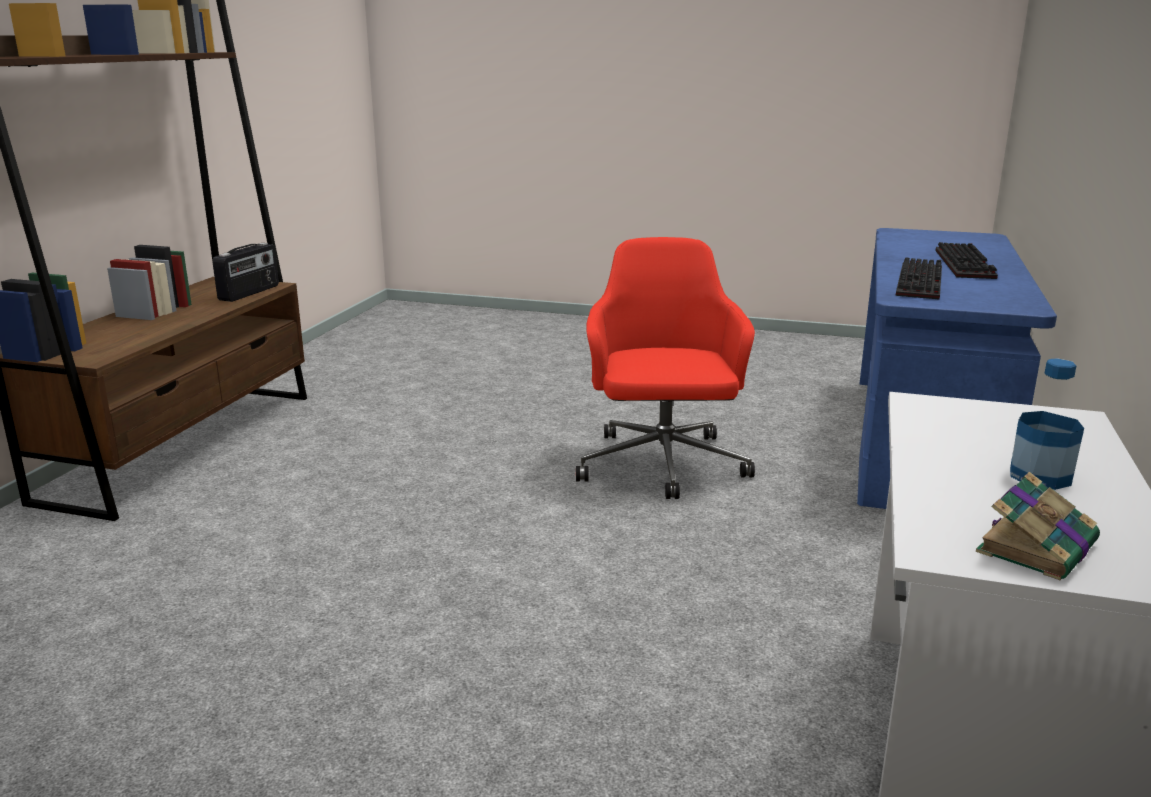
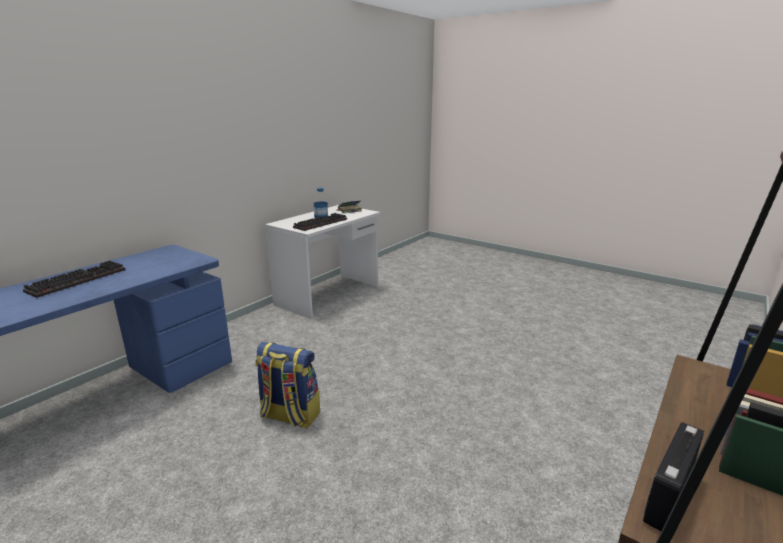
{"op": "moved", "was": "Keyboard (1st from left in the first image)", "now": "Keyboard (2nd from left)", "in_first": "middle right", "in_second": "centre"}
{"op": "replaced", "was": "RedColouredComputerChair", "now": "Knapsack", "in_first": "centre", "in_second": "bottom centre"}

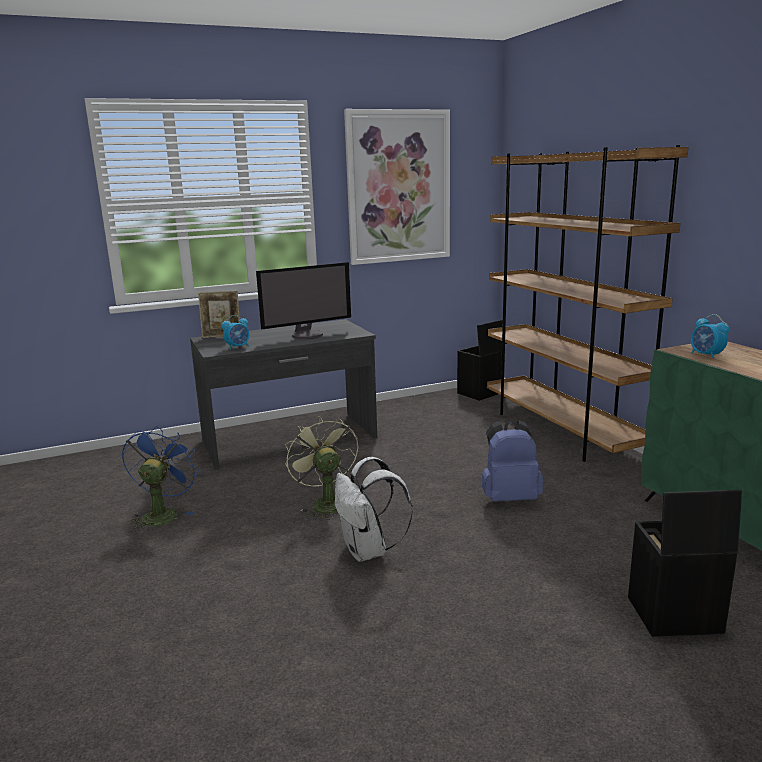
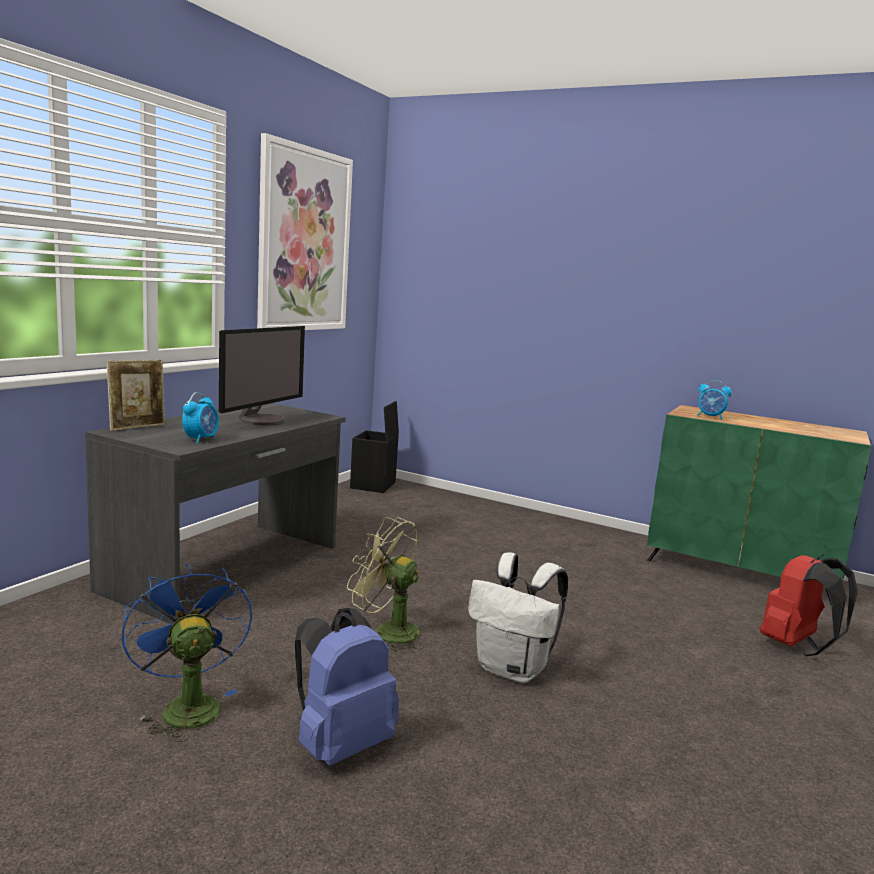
{"op": "removed", "was": "BrownBookshelf", "in_first": "middle right"}
{"op": "moved", "was": "BlueColouredKnapsack", "in_first": "middle right", "in_second": "bottom centre"}
{"op": "replaced", "was": "BlackishStorageBin (2nd from left)", "now": "RedColouredKnapsack", "in_first": "bottom right", "in_second": "bottom right"}

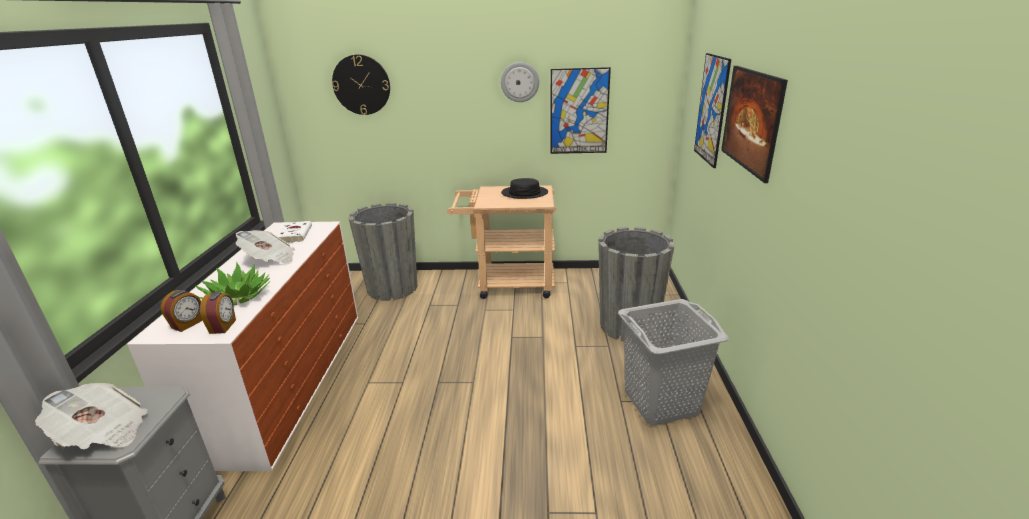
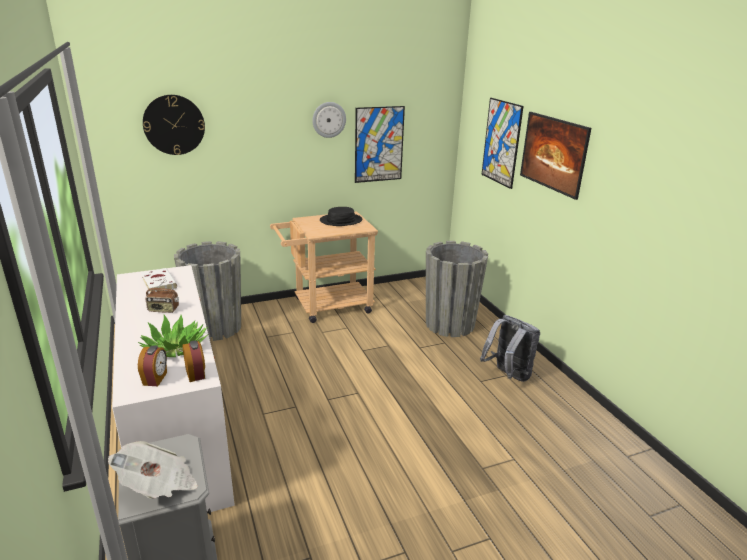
{"op": "replaced", "was": "PrintedPaper (2nd from left)", "now": "RadioSet", "in_first": "middle left", "in_second": "middle left"}
{"op": "replaced", "was": "GreyishWashingBasket", "now": "GreyishKnapsack", "in_first": "bottom centre", "in_second": "middle right"}

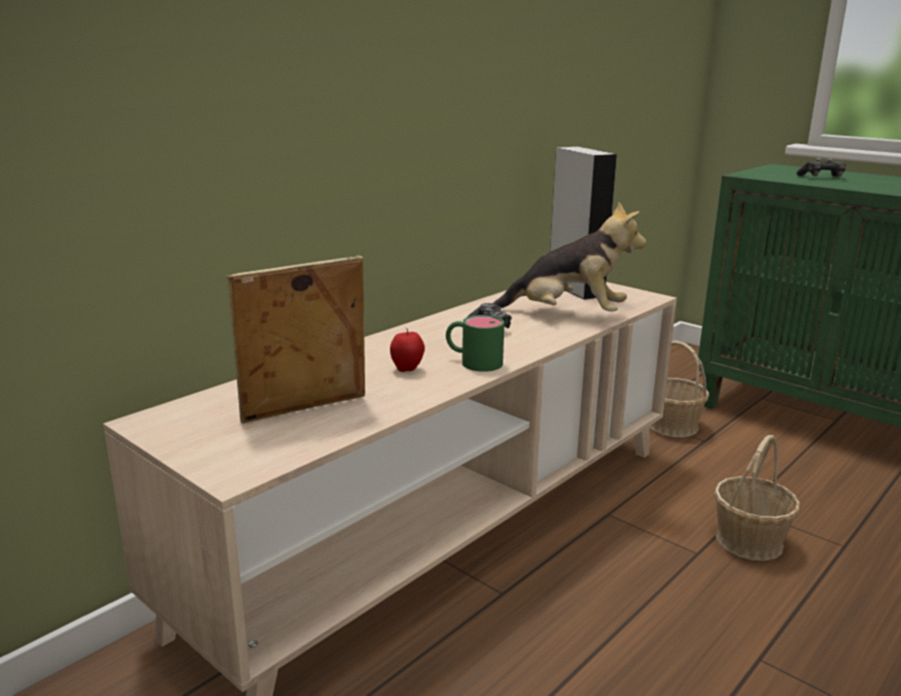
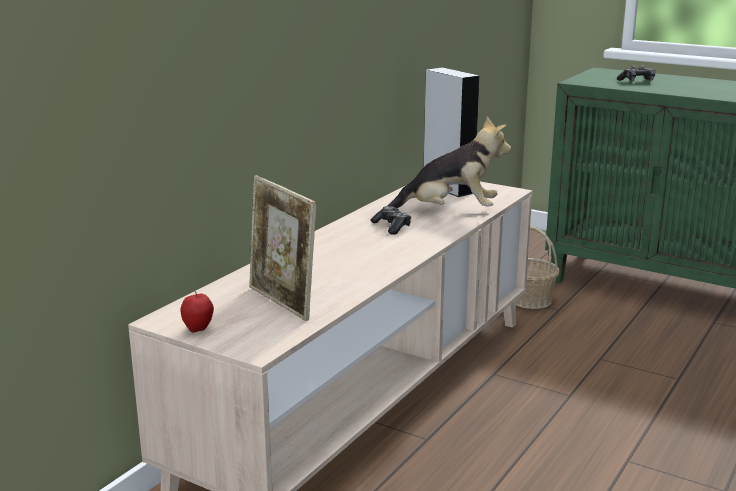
{"op": "removed", "was": "GreenishMug", "in_first": "centre"}
{"op": "removed", "was": "HouseholdBasket (2nd from left)", "in_first": "bottom right"}
{"op": "moved", "was": "Apple", "in_first": "centre", "in_second": "middle left"}
{"op": "turned", "was": "StandingFrame", "in_first": "middle left", "in_second": "centre", "clockwise": -90}

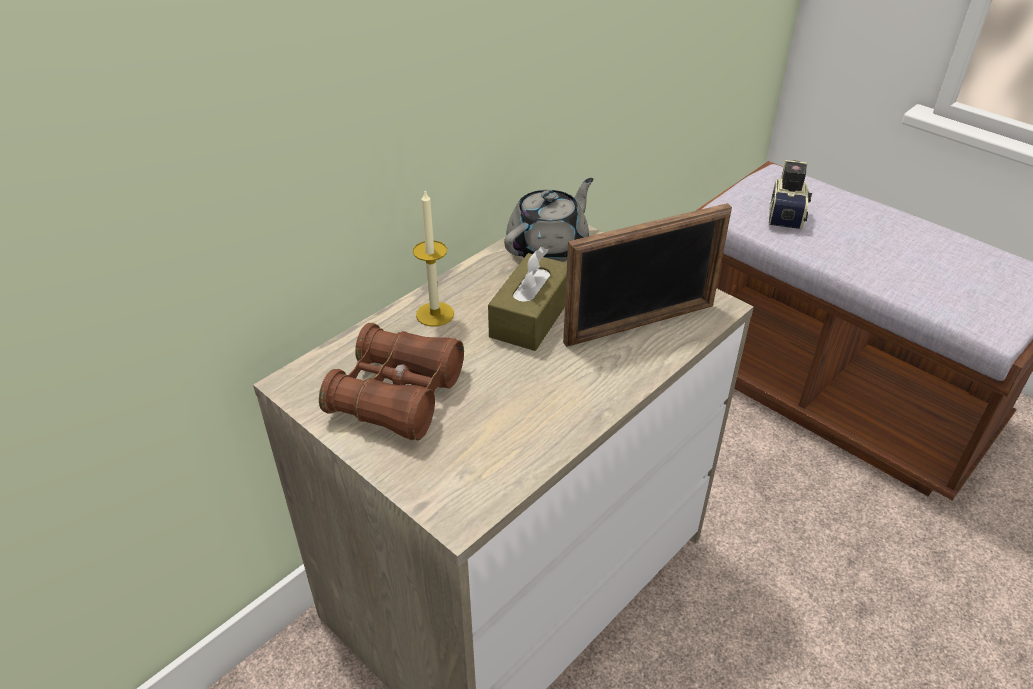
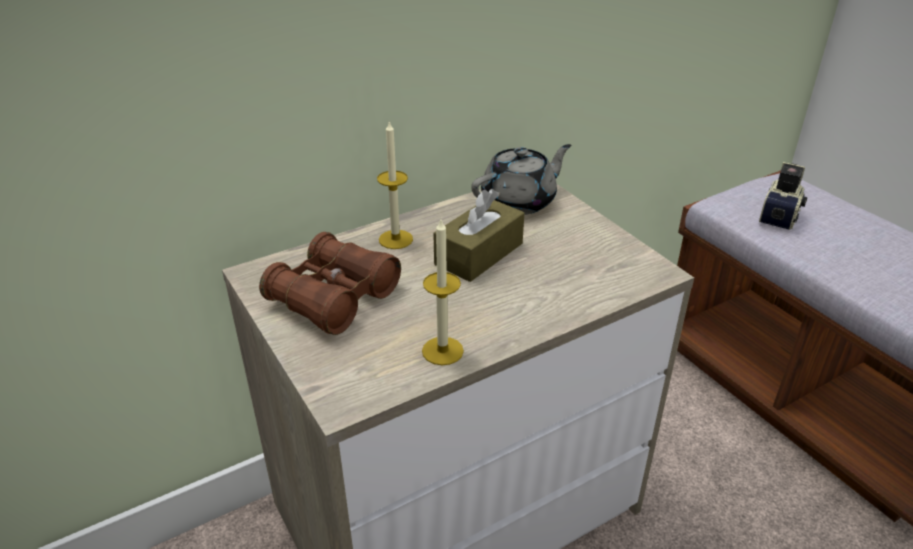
{"op": "removed", "was": "StandingFrame", "in_first": "centre"}
{"op": "added", "now": "WaxLight (2nd from left)", "in_second": "centre"}

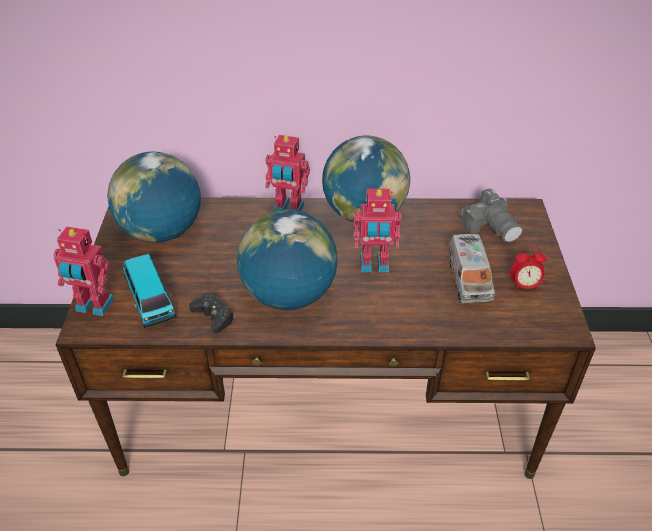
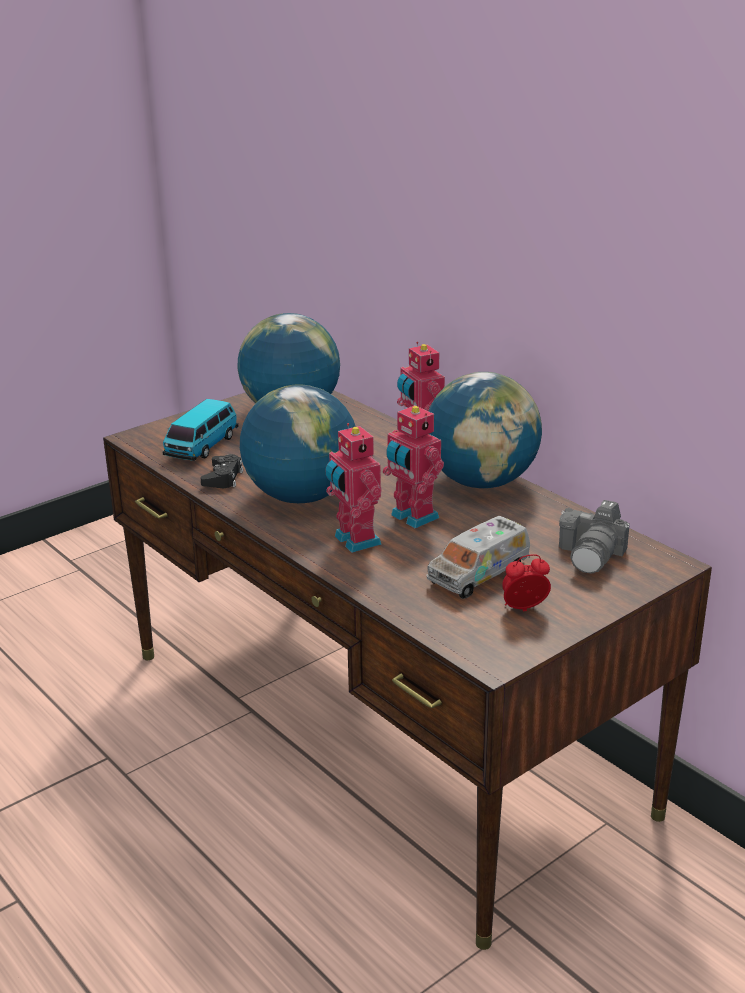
{"op": "moved", "was": "RobotFigure (1st from left)", "in_first": "middle left", "in_second": "centre"}
{"op": "turned", "was": "TableClock", "in_first": "middle right", "in_second": "middle right", "clockwise": 120}

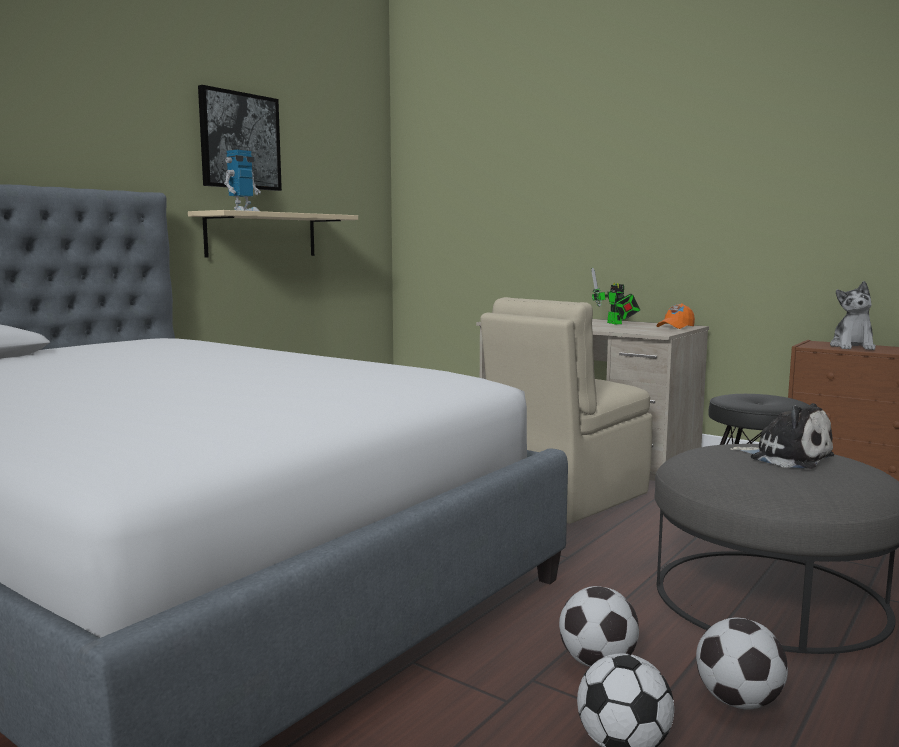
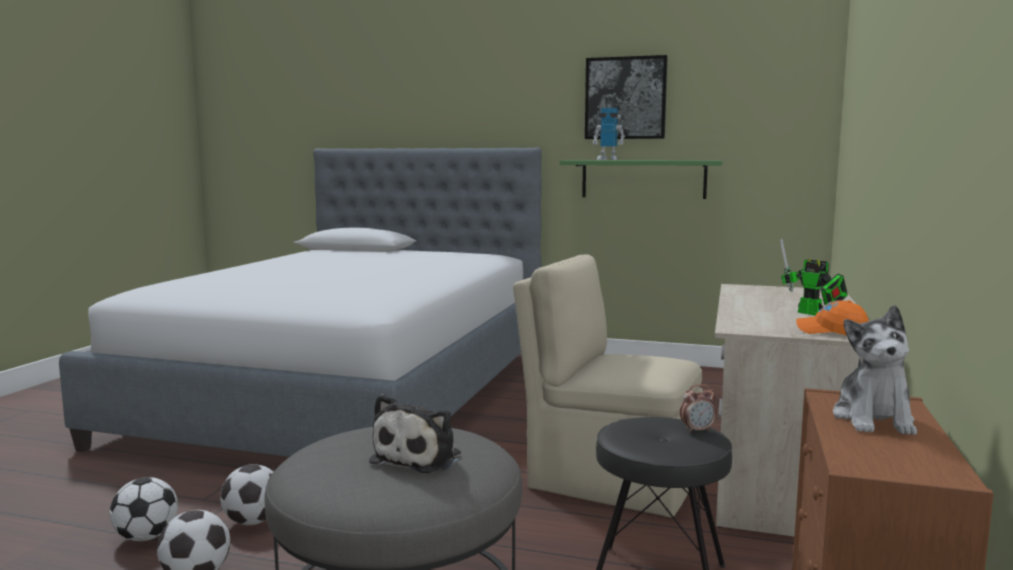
{"op": "added", "now": "TableClock", "in_second": "bottom right"}
{"op": "recoloured", "was": "BeigeWallShelf", "now": "GreenishWallShelf", "in_first": "top left", "in_second": "top centre"}
{"op": "turned", "was": "RobotFigure (2nd from left)", "in_first": "middle right", "in_second": "middle right", "clockwise": -90}
{"op": "turned", "was": "SoftToy (2nd from left)", "in_first": "middle right", "in_second": "middle right", "clockwise": -75}

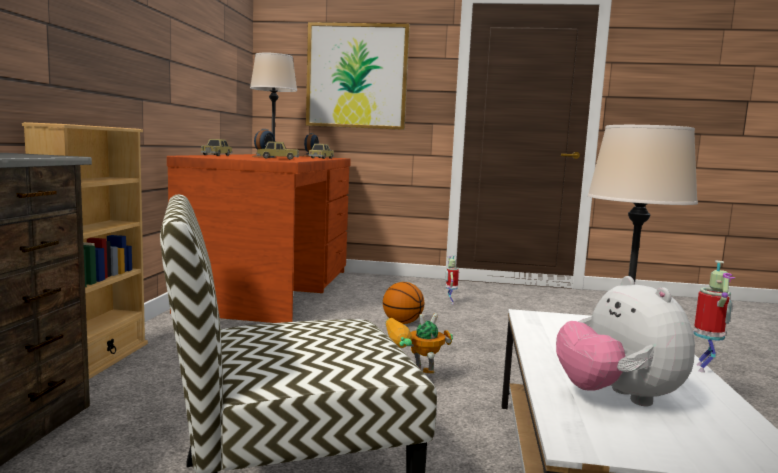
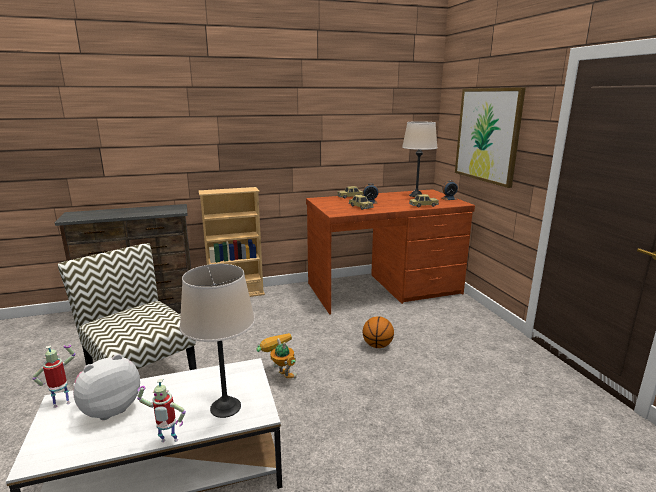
{"op": "moved", "was": "RobotFigure (2nd from left in the first image)", "now": "RobotFigure (1st from left)", "in_first": "centre", "in_second": "bottom left"}

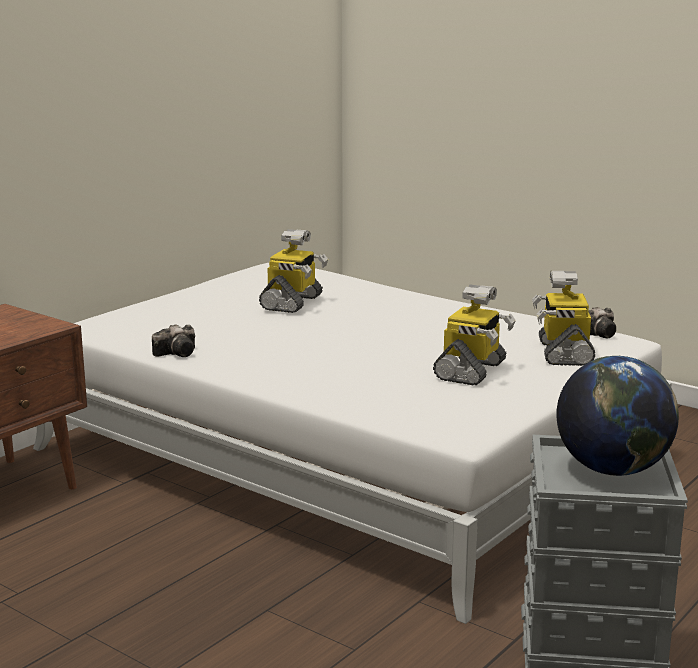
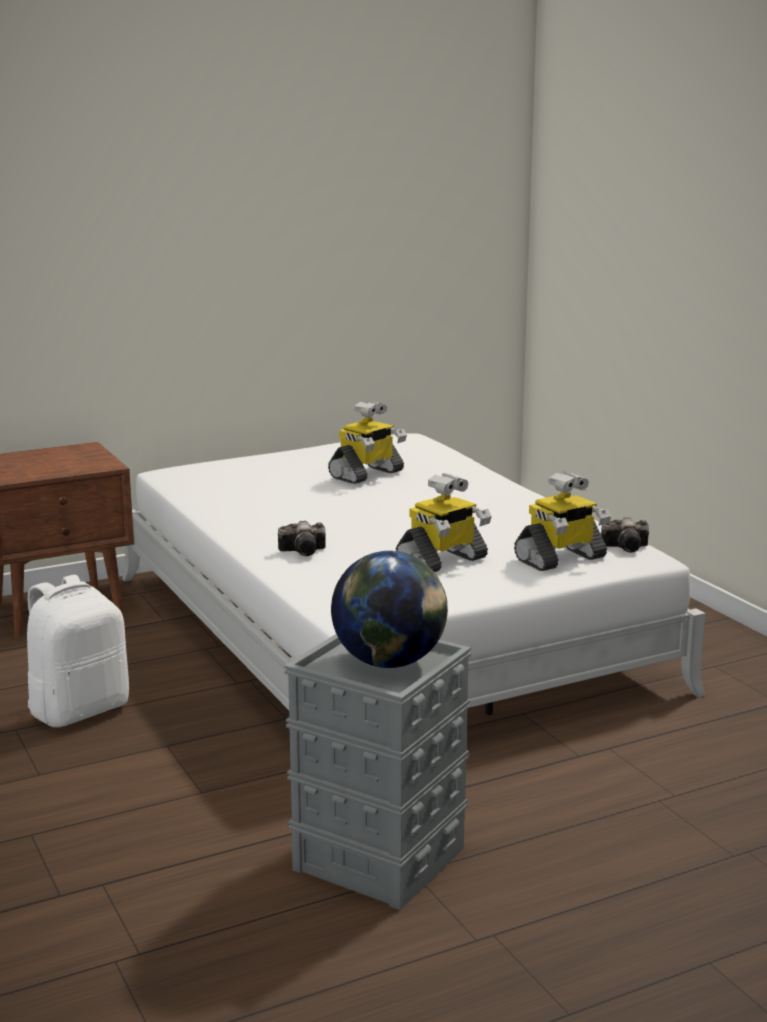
{"op": "added", "now": "WhiteColouredKnapsack", "in_second": "middle left"}
{"op": "moved", "was": "PhotoCamera (1st from left)", "in_first": "middle left", "in_second": "centre"}
{"op": "turned", "was": "RobotFigure (3rd from left)", "in_first": "middle right", "in_second": "middle right", "clockwise": -150}

